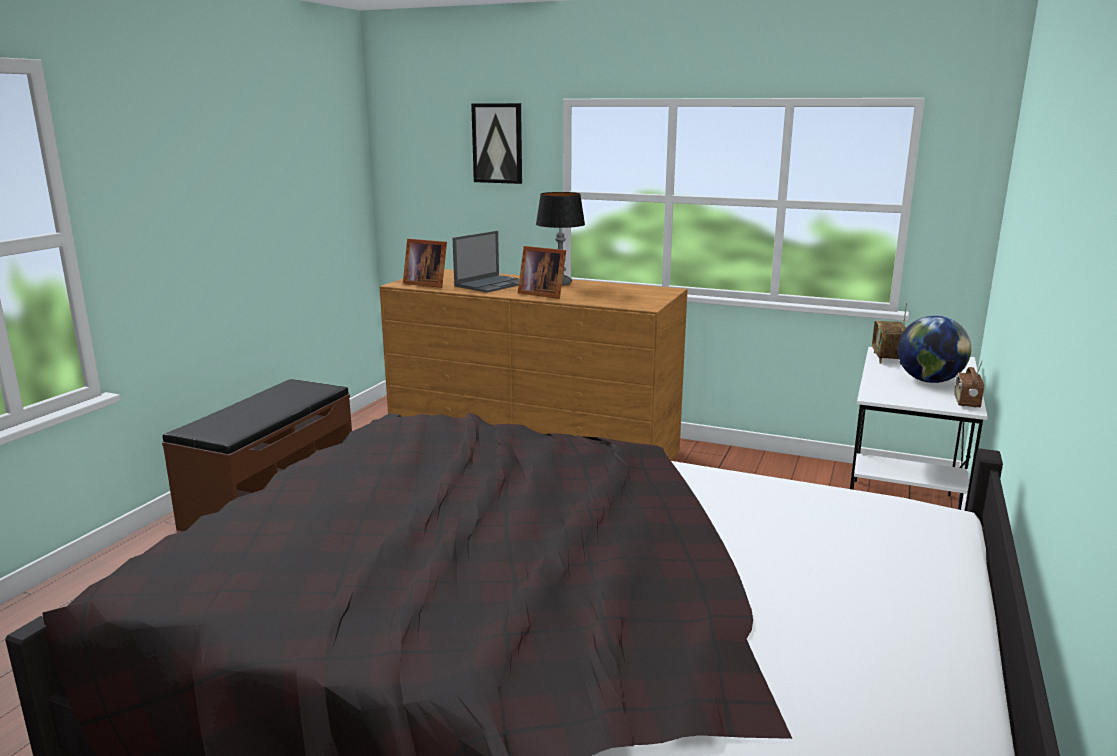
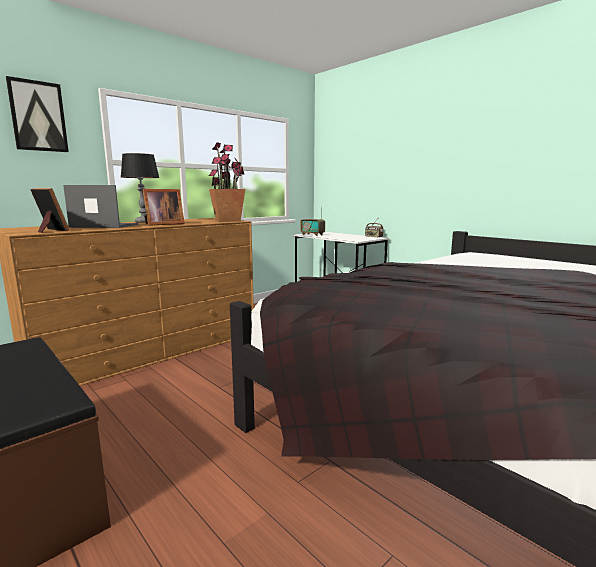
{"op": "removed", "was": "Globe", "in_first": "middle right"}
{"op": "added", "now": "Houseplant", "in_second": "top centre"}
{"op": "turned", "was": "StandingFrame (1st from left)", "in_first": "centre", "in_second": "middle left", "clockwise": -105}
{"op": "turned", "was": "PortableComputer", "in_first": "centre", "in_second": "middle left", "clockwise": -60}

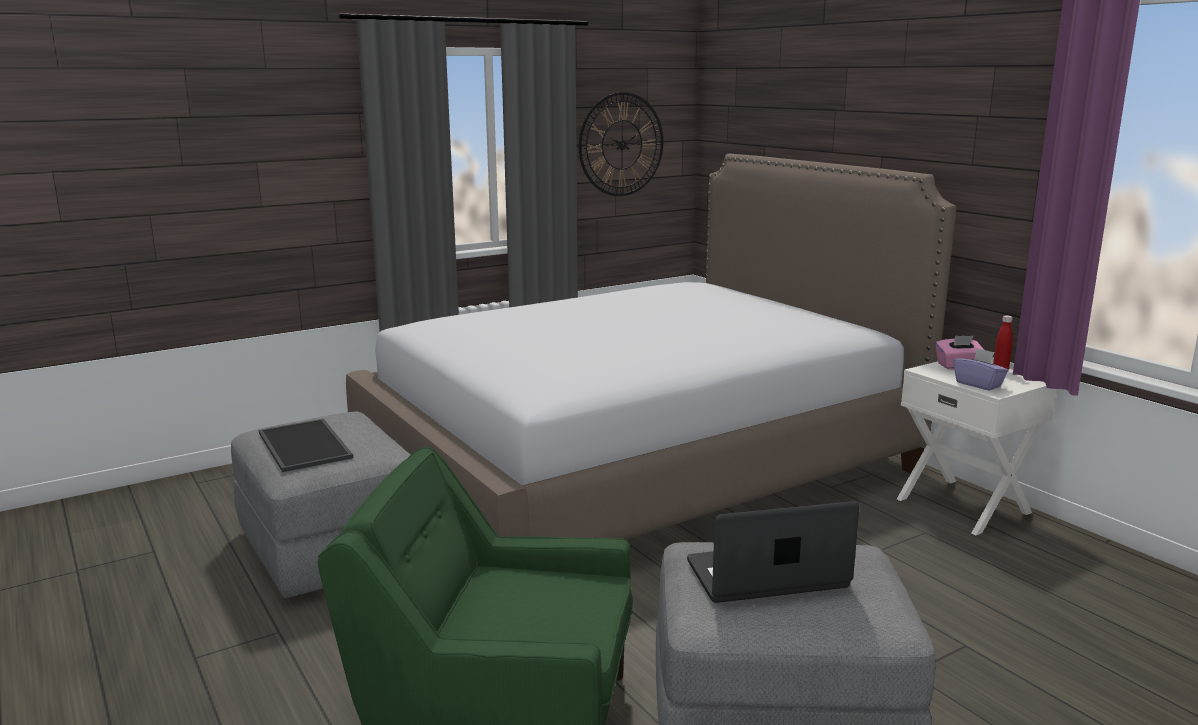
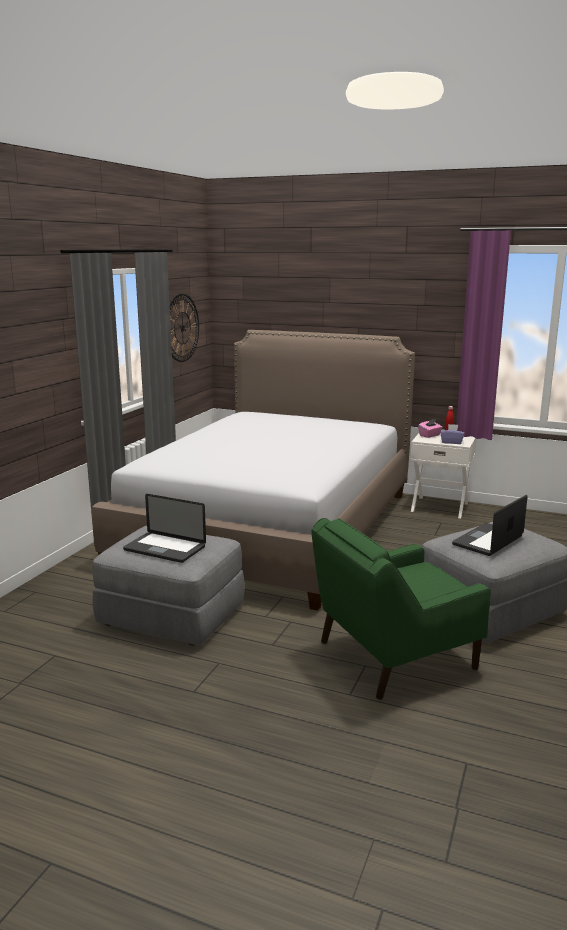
{"op": "replaced", "was": "Tray", "now": "PortableComputer (1st from left)", "in_first": "middle left", "in_second": "middle left"}

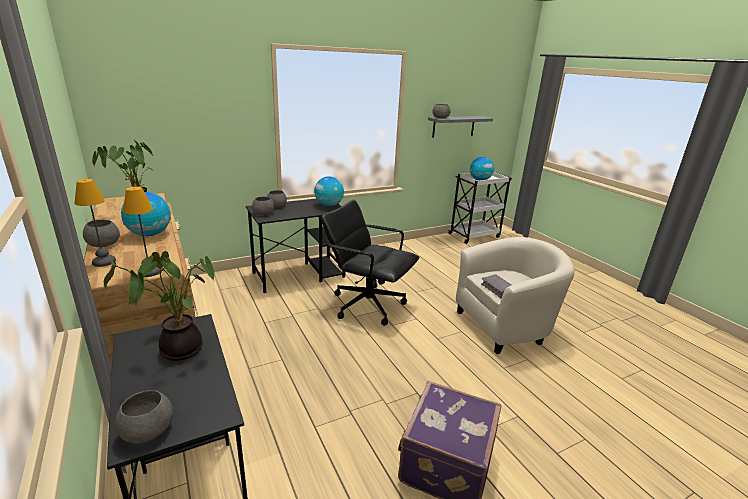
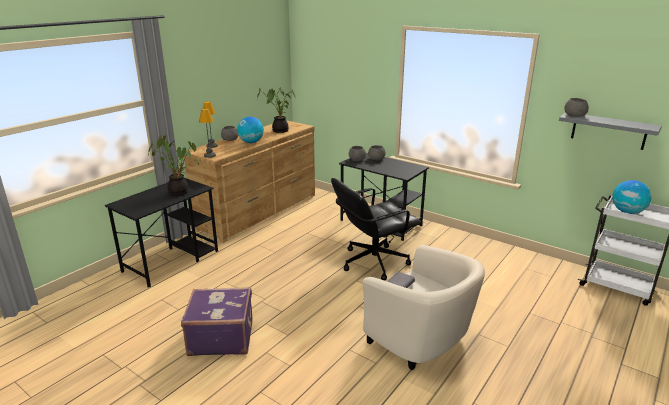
{"op": "removed", "was": "GreyishDeepDish (2nd from left)", "in_first": "bottom left"}
{"op": "removed", "was": "Globe (2nd from left)", "in_first": "centre"}
{"op": "turned", "was": "BlackishComputerChair", "in_first": "centre", "in_second": "centre", "clockwise": -120}

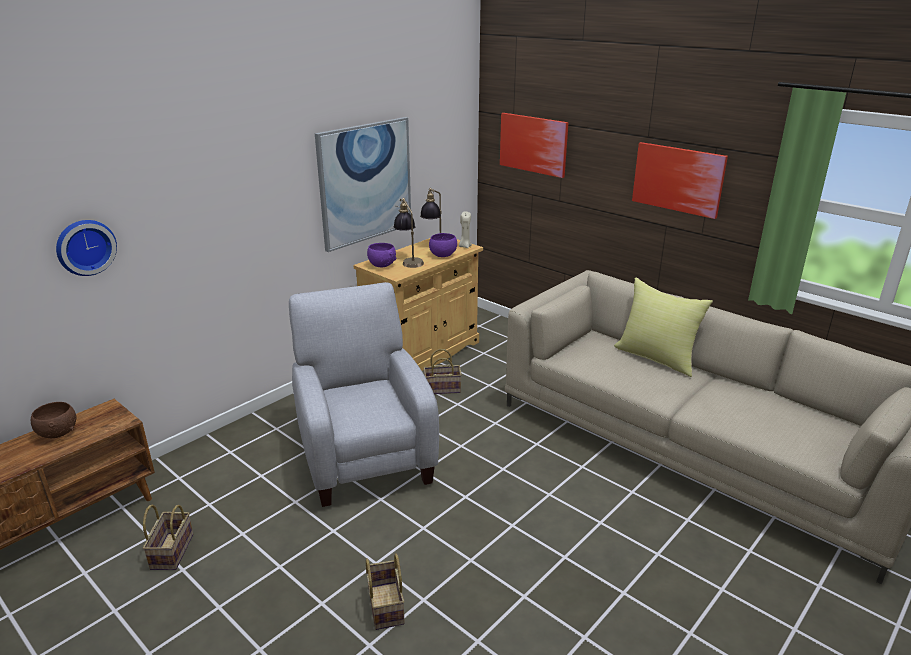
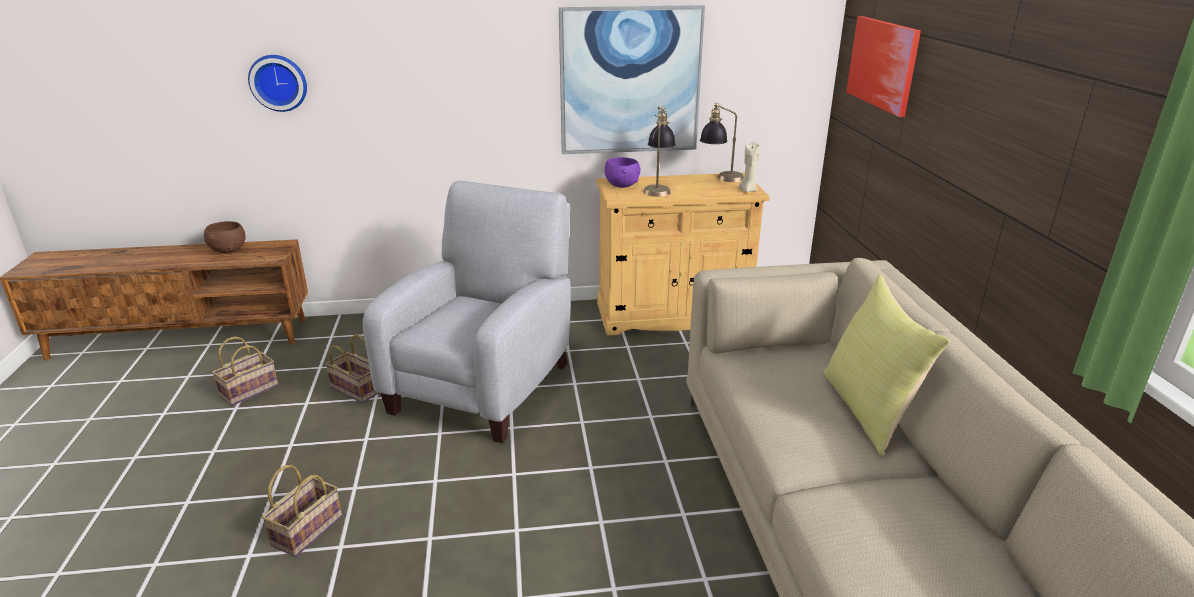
{"op": "removed", "was": "PurpleColouredDeepDish (2nd from left)", "in_first": "centre"}
{"op": "removed", "was": "Picture (3rd from left)", "in_first": "top right"}
{"op": "moved", "was": "HouseholdBasket (3rd from left)", "in_first": "centre", "in_second": "middle left"}

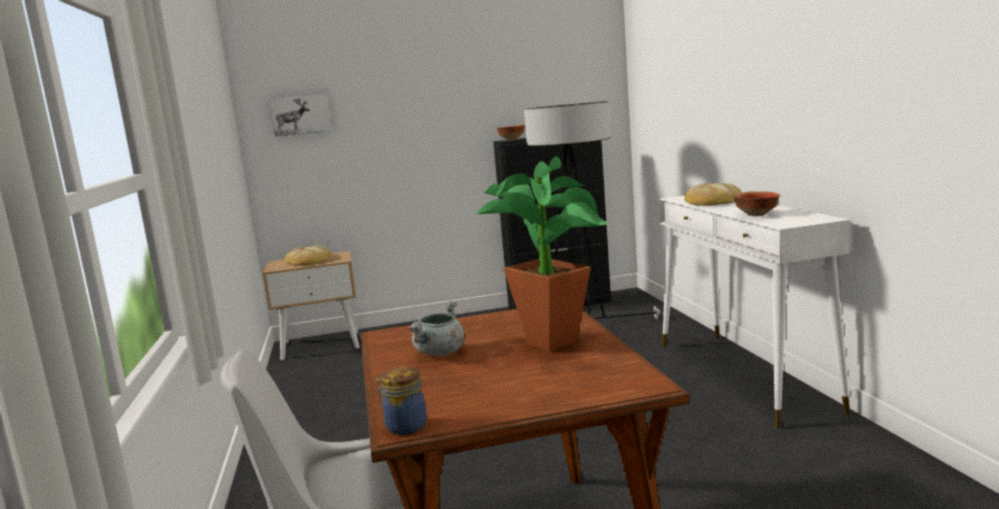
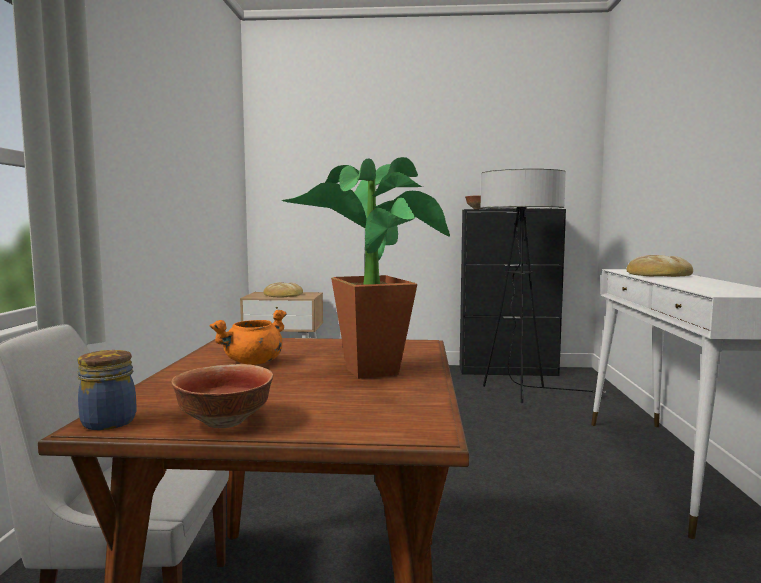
{"op": "removed", "was": "Picture", "in_first": "top left"}
{"op": "moved", "was": "DeepDish (2nd from left in the first image)", "now": "DeepDish (1st from left)", "in_first": "middle right", "in_second": "bottom left"}
{"op": "recoloured", "was": "GreyishCookingPot", "now": "OrangeCookingPot", "in_first": "centre", "in_second": "middle left"}

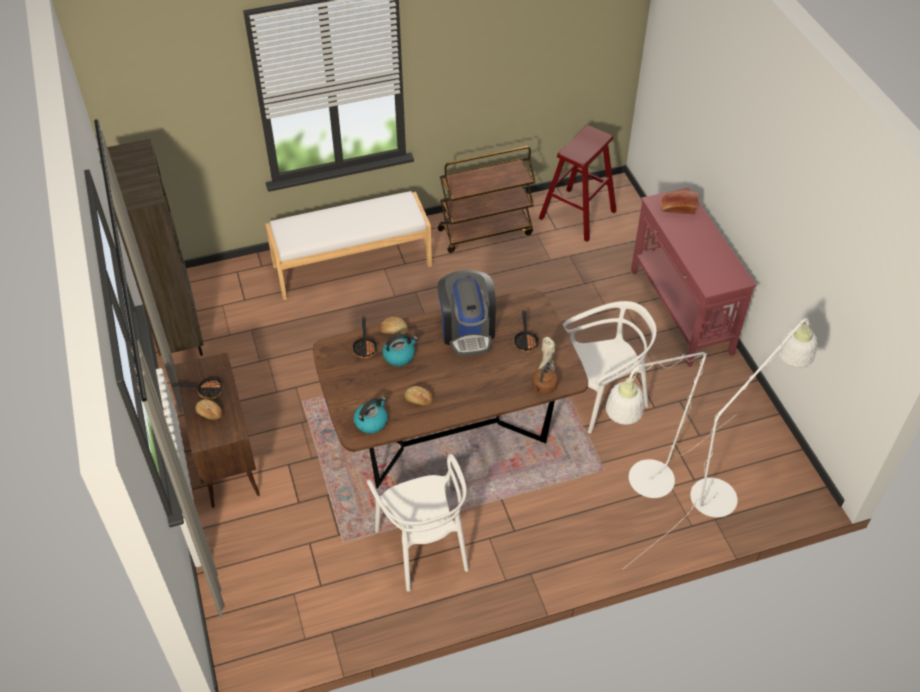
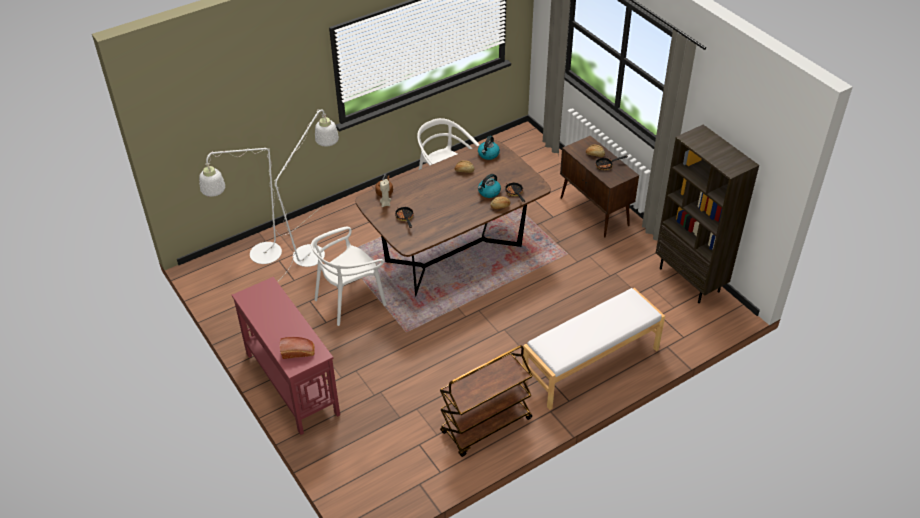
{"op": "removed", "was": "CoffeeBrewer", "in_first": "centre"}
{"op": "removed", "was": "RedColouredStoolSeat", "in_first": "top centre"}

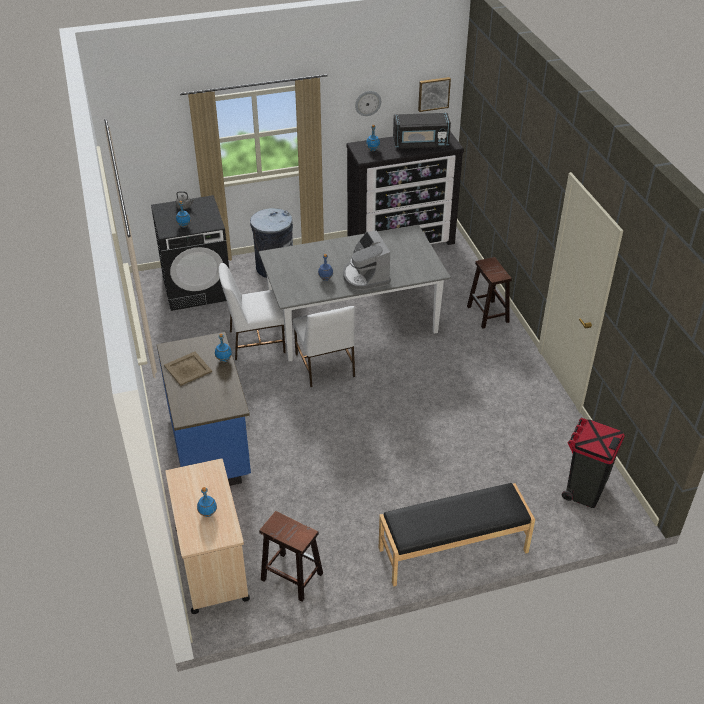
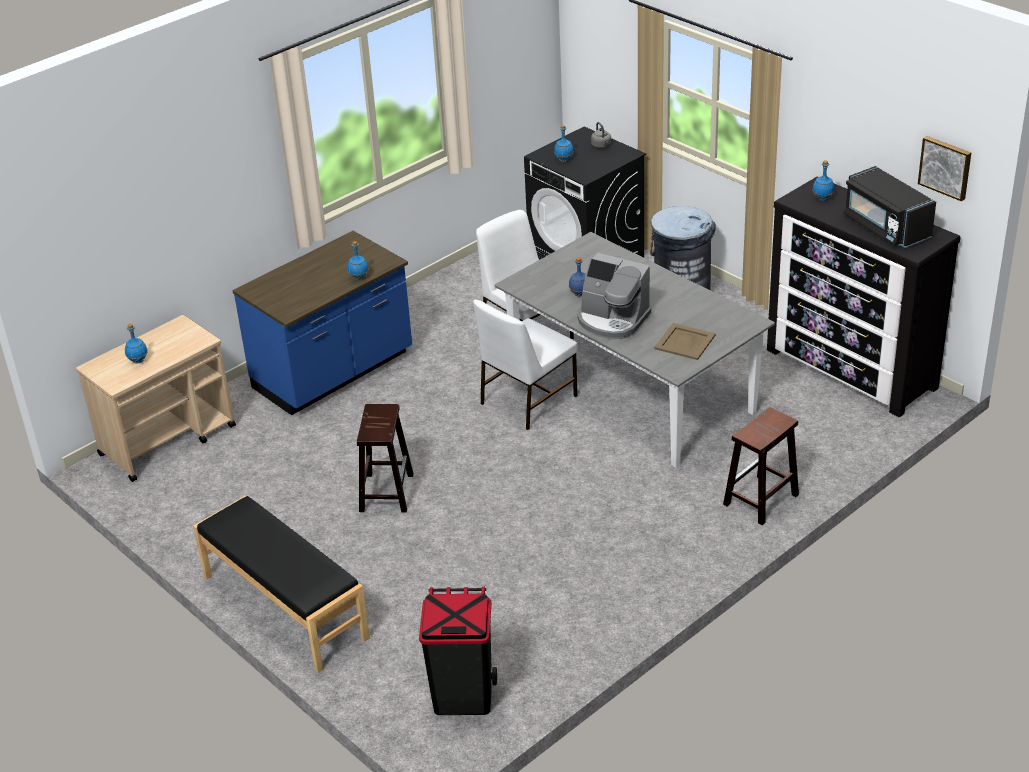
{"op": "removed", "was": "ClockOnTheWall", "in_first": "top centre"}
{"op": "moved", "was": "BeigeTray", "in_first": "middle left", "in_second": "centre"}
{"op": "moved", "was": "BrownStoolSeat (1st from left)", "in_first": "bottom centre", "in_second": "centre"}
{"op": "turned", "was": "CoffeeBrewer", "in_first": "centre", "in_second": "centre", "clockwise": -105}

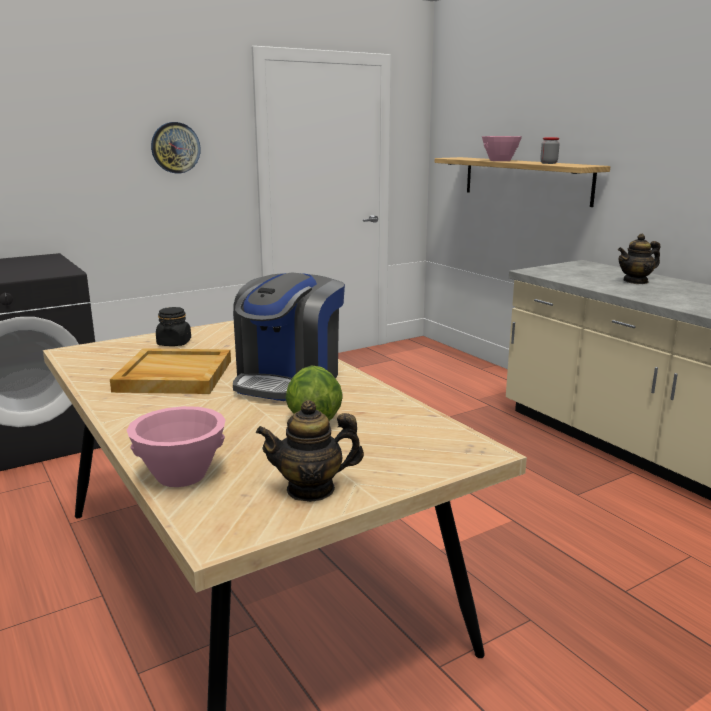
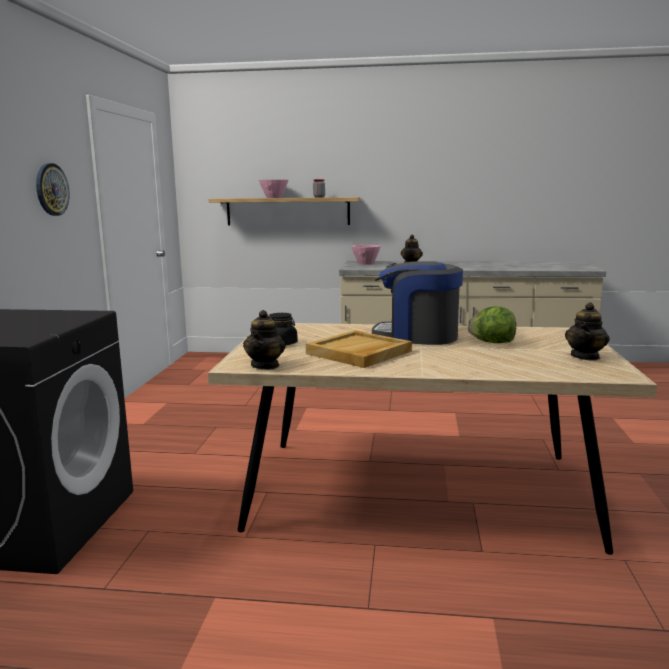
{"op": "added", "now": "Teapot (1st from left)", "in_second": "centre"}
{"op": "moved", "was": "PinkColouredDeepDish (1st from left in the first image)", "now": "PinkColouredDeepDish (2nd from left)", "in_first": "middle left", "in_second": "centre"}
{"op": "turned", "was": "CoffeeBrewer", "in_first": "centre", "in_second": "centre", "clockwise": 135}

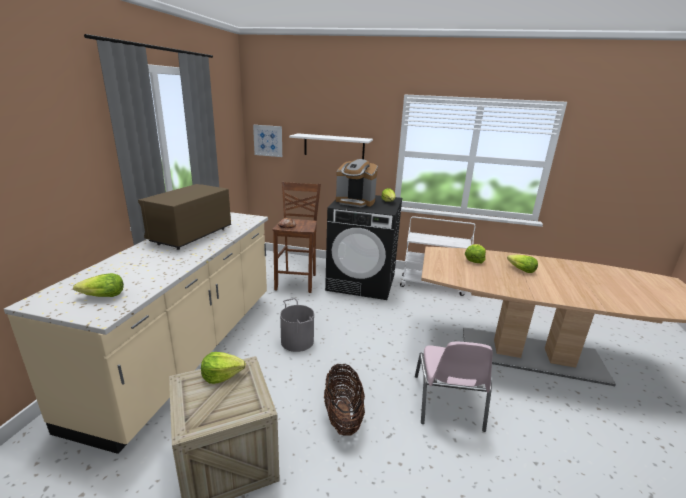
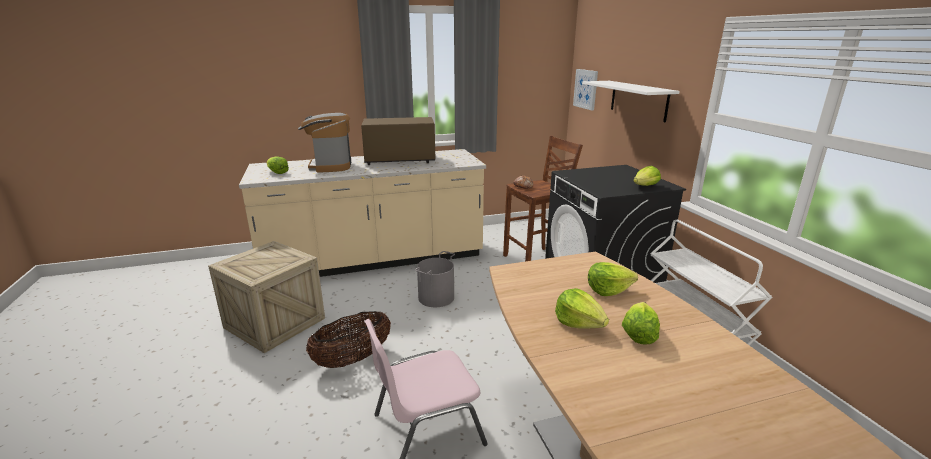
{"op": "moved", "was": "Lettuce (2nd from left)", "in_first": "bottom left", "in_second": "bottom centre"}
{"op": "moved", "was": "CoffeeBrewer", "in_first": "centre", "in_second": "top centre"}

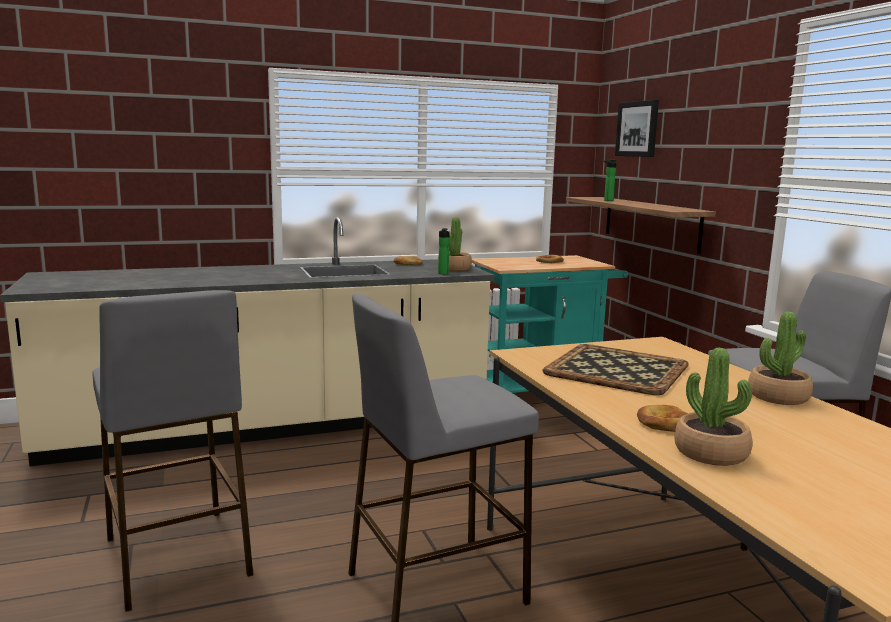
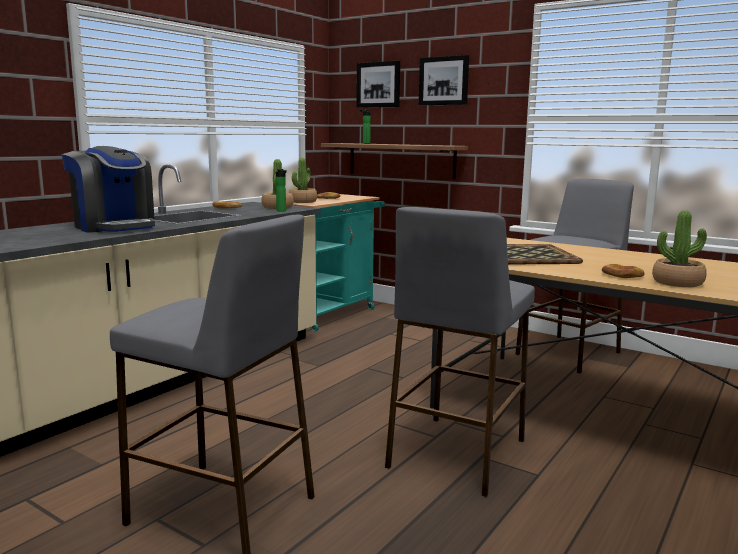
{"op": "added", "now": "CoffeeBrewer", "in_second": "middle left"}
{"op": "added", "now": "Picture (2nd from left)", "in_second": "top centre"}
{"op": "moved", "was": "Houseplant (3rd from left in the first image)", "now": "Houseplant (2nd from left)", "in_first": "middle right", "in_second": "top centre"}

